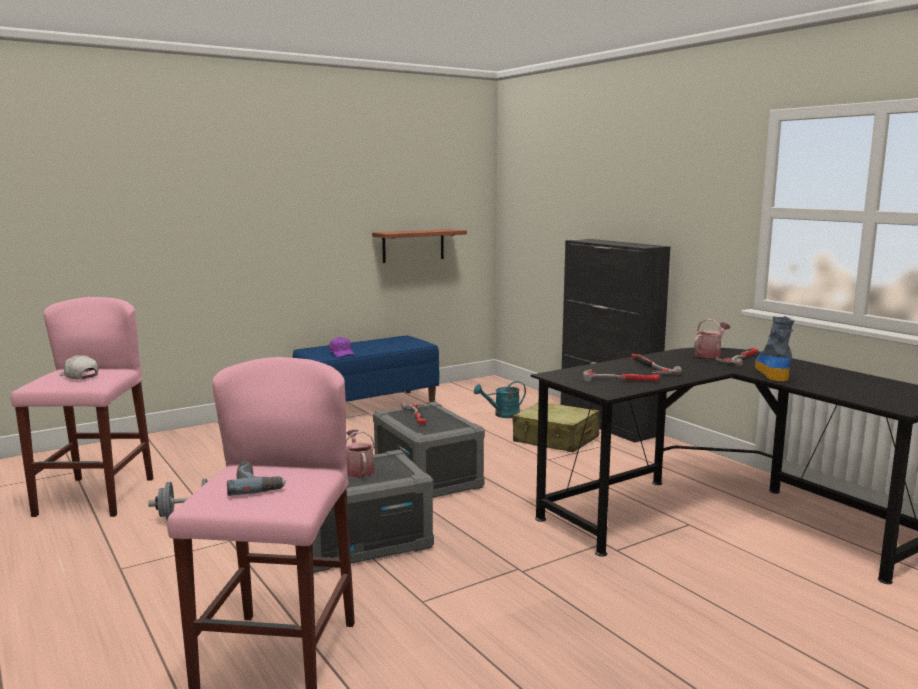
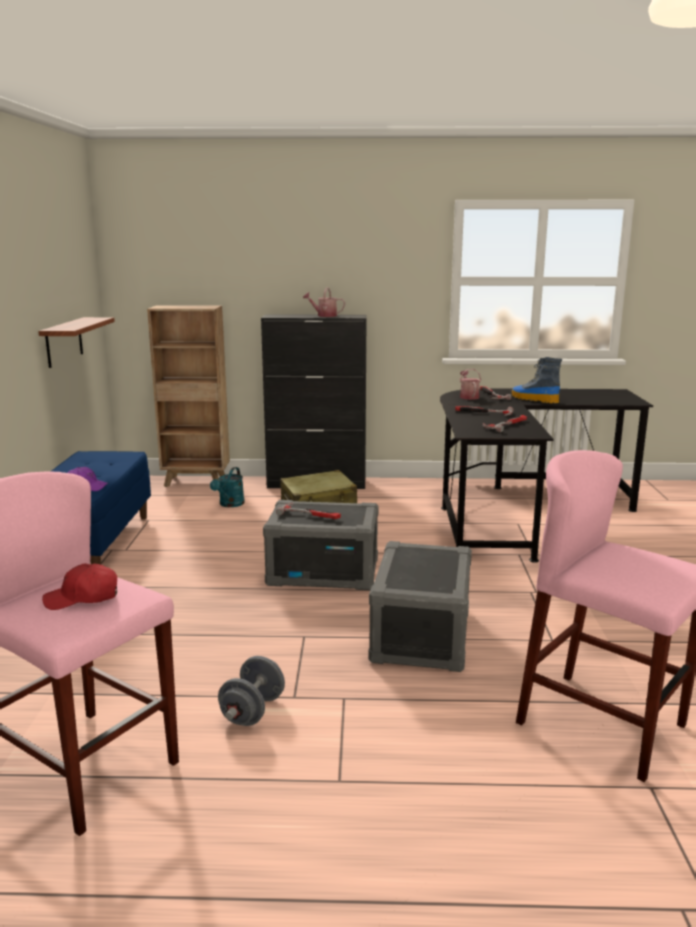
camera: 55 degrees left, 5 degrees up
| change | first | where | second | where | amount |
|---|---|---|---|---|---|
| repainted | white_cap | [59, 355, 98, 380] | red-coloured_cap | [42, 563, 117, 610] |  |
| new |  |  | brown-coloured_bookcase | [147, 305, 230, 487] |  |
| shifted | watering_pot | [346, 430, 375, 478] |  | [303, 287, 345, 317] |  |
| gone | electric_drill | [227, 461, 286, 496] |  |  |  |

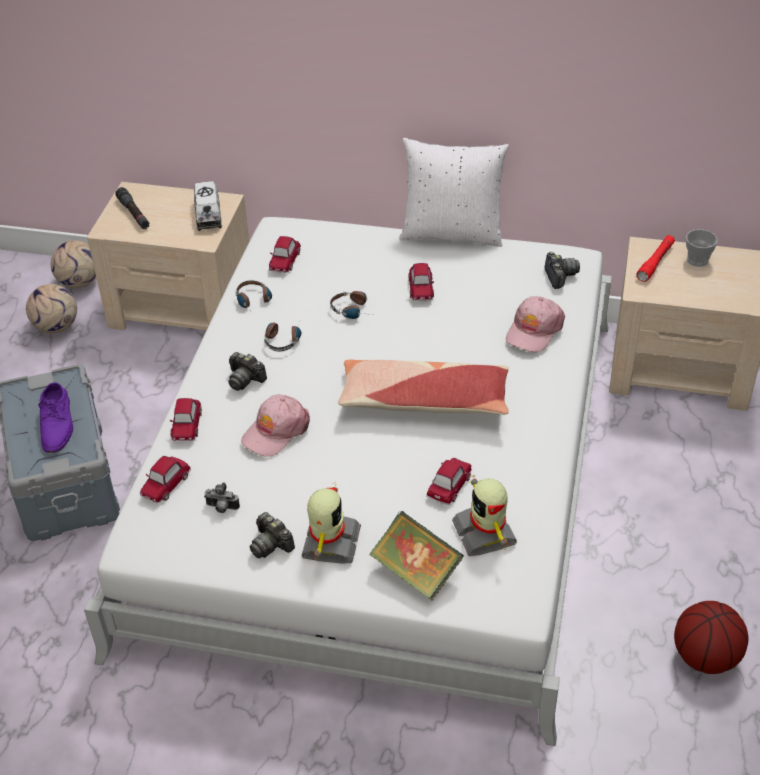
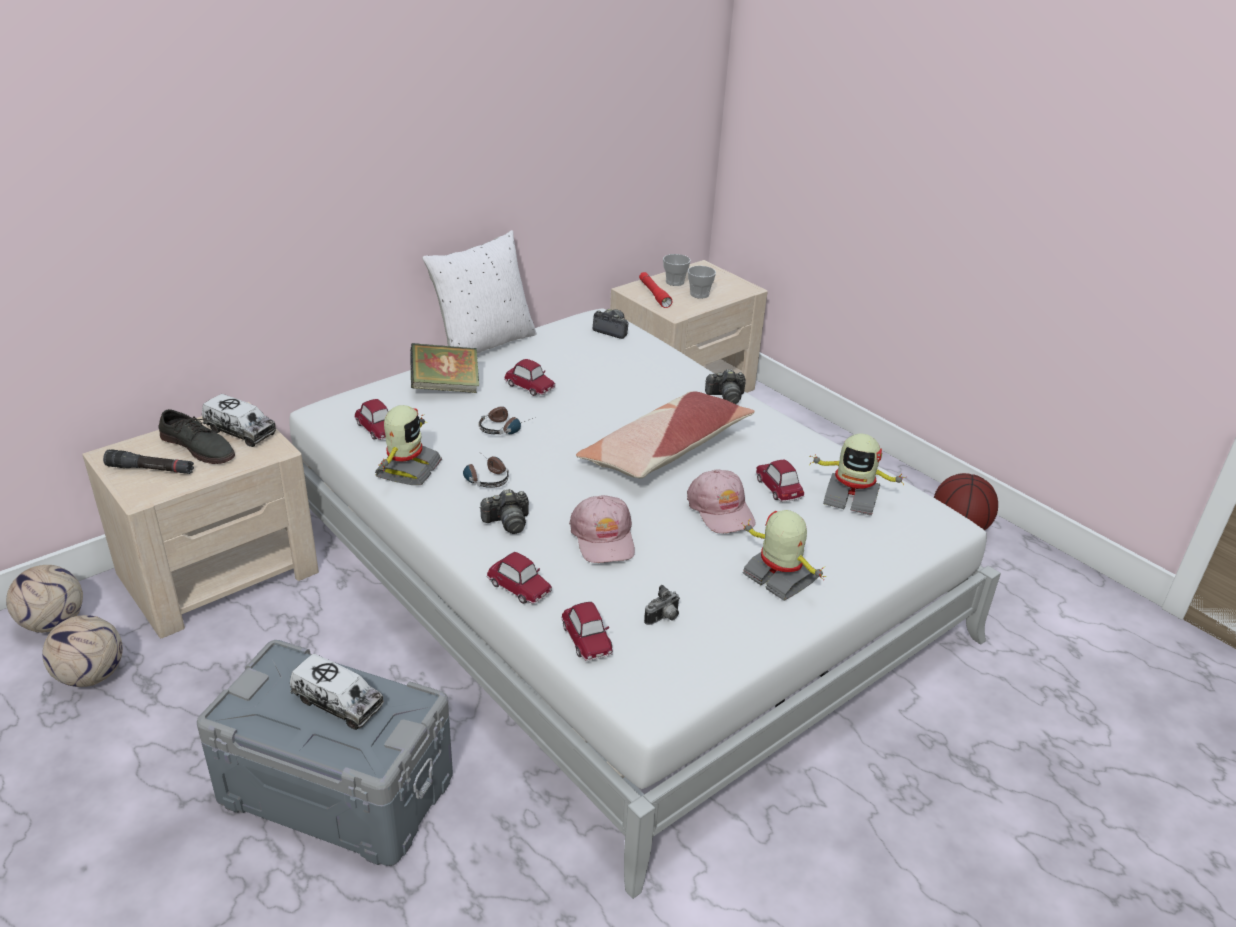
camera: 55 degrees left, 10 degrees down
| change | first | where | second | where | amount |
|---|---|---|---|---|---|
| new |  |  | gray_item_of_footwear | [159, 409, 235, 464] |  |
| swapped | purple_item_of_footwear | [38, 382, 73, 453] | model_truck | [290, 654, 384, 730] |  |
| swapped | headset | [236, 280, 272, 308] | toy_robot | [375, 405, 442, 485] |  |
| shifted | volume | [369, 511, 464, 601] |  | [410, 343, 479, 393] |  |
| shifted | pinkish_cap | [506, 296, 565, 352] |  | [687, 469, 756, 534] |  |
| new |  |  | small_cup | [688, 266, 716, 299] |  |
| shifted | photo_camera | [249, 512, 295, 559] |  | [705, 369, 746, 404] |  |

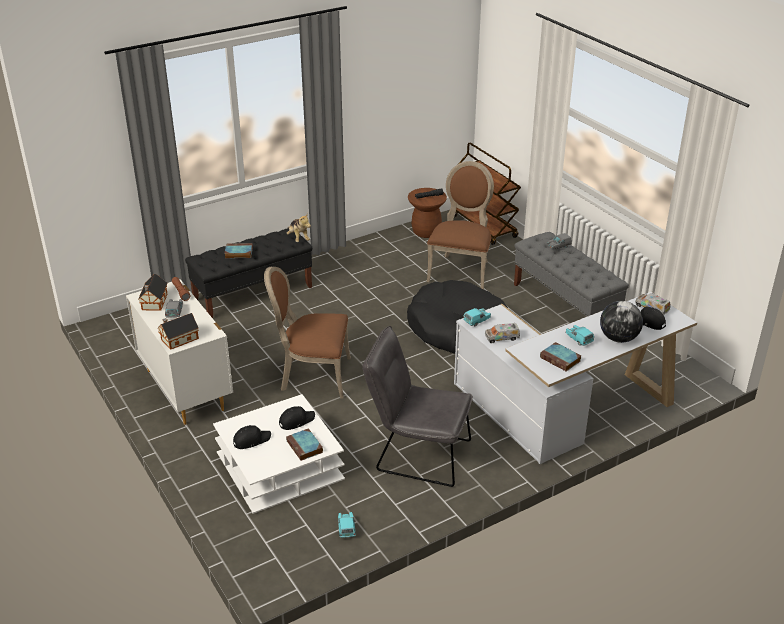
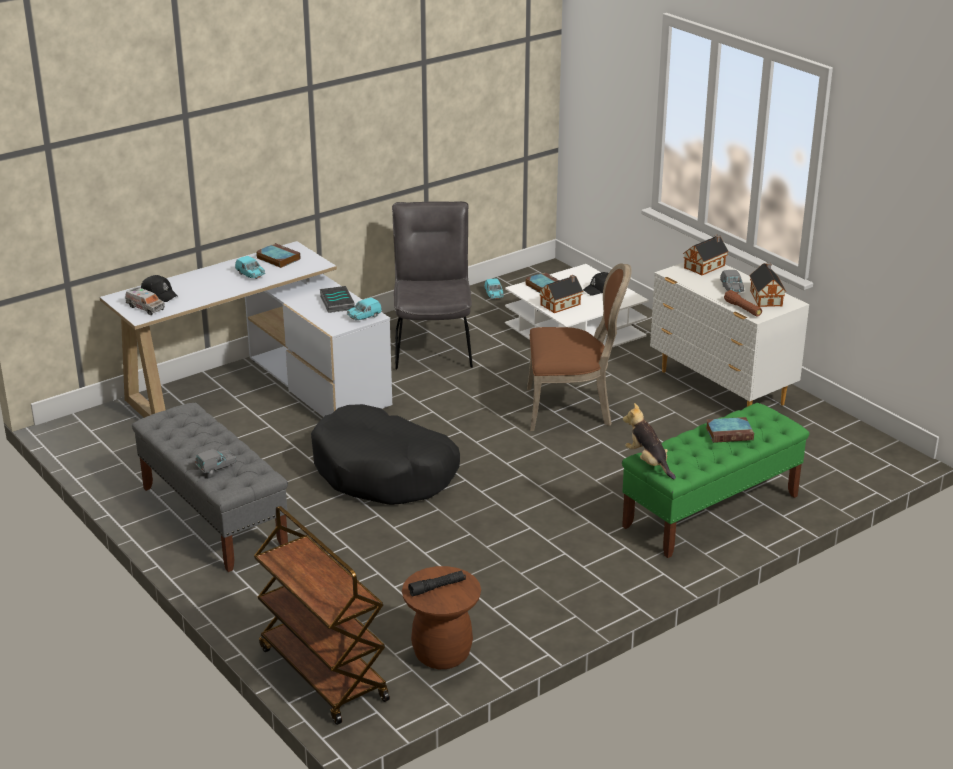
camera: 175 degrees right, 5 degrees down
| change | first | where | second | where | amount |
|---|---|---|---|---|---|
| swapped | model_truck | [485, 323, 520, 343] | volume | [320, 286, 355, 313] |  |
| rotated | gray_upright_chair | [362, 326, 473, 487] |  | [392, 201, 473, 369] | 105 degrees counterclockwise |
| swapped | black_cap | [279, 406, 315, 430] | miniature_house | [540, 275, 583, 313] |  |
| repainted | black_long_seat | [185, 229, 312, 318] | greenish_long_seat | [622, 403, 809, 558] |  |
| gone | brown-coloured_upright_chair | [427, 161, 494, 289] |  |  |  |
| gone | desk_globe | [600, 301, 643, 343] |  |  |  |

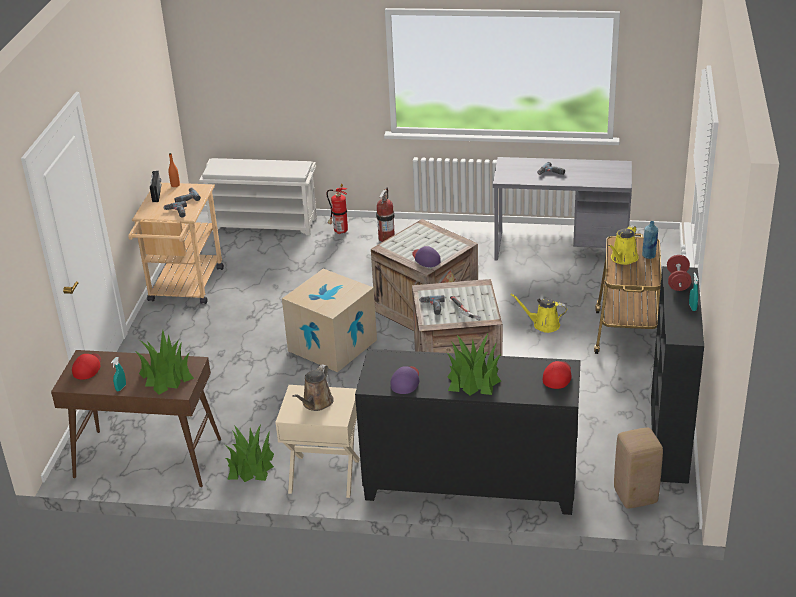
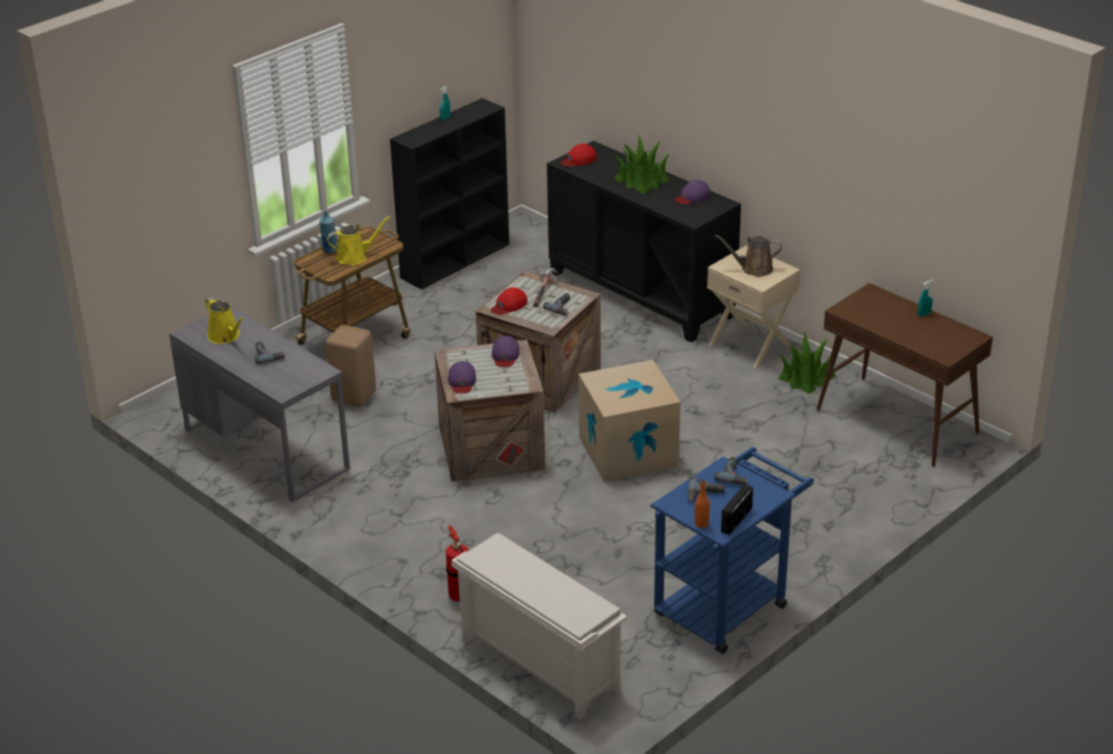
camera: 145 degrees left, 0 degrees up
| change | first | where | second | where | amount |
|---|---|---|---|---|---|
| shifted | yellowish_watering_pot | [511, 294, 567, 333] |  | [205, 298, 244, 344] |  |
| shifted | beige_stool | [614, 427, 663, 509] |  | [326, 325, 376, 407] |  |
| new |  |  | purple_cap | [448, 361, 476, 393] |  |
| shifted | red-coloured_cap | [72, 354, 101, 380] |  | [491, 287, 527, 315] |  |
| repainted | beige_trolley | [128, 183, 224, 304] | blue_trolley | [650, 447, 814, 654] |  |
| rotated | brown-coloured_watering_pot | [292, 364, 334, 411] |  | [715, 235, 782, 276] | 150 degrees counterclockwise |
| gone | potted_plant | [134, 331, 194, 395] |  |  |  |
| gone | extinguisher | [376, 187, 395, 242] |  |  |  |
| gone | red-coloured_dumbbell | [667, 255, 691, 291] |  |  |  |

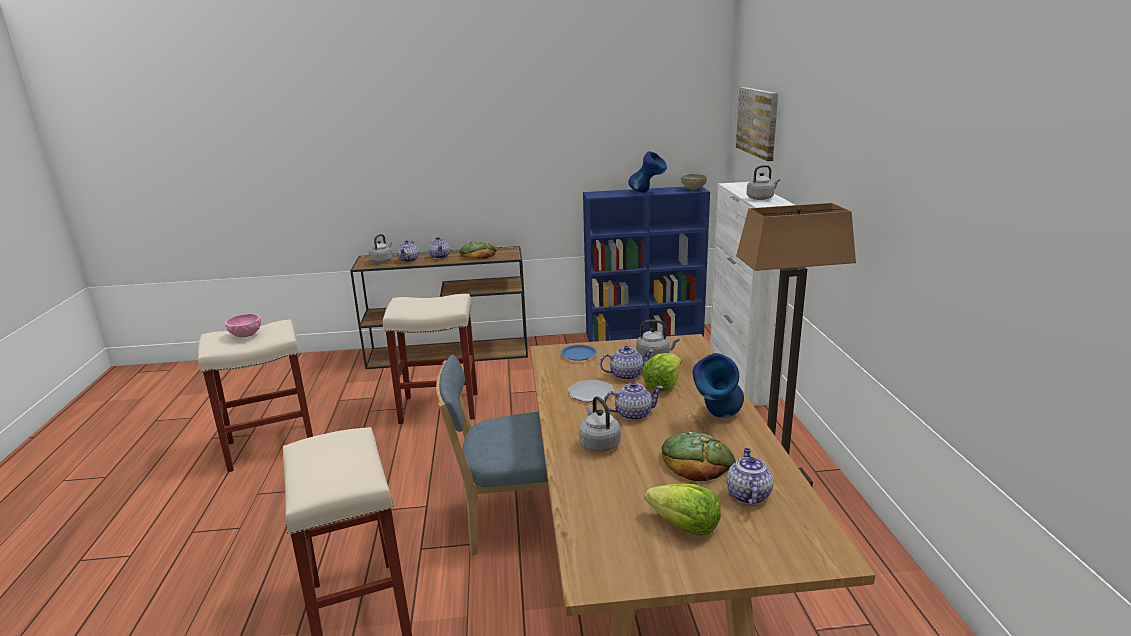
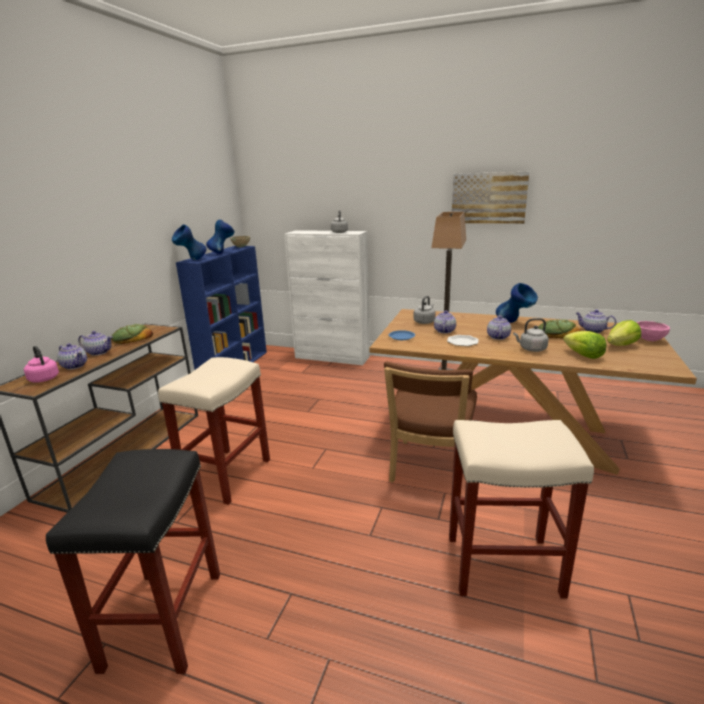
camera: 65 degrees left, 0 degrees up
| change | first | where | second | where | amount |
|---|---|---|---|---|---|
| repainted | gray_water_kettle | [369, 234, 392, 263] | pinkish_water_kettle | [24, 346, 59, 383] |  |
| repainted | beige_stool | [198, 319, 313, 472] | black_stool | [46, 449, 220, 674] |  |
| new |  |  | blue_vase | [172, 225, 206, 260] |  |
| repainted | blue_upright_chair | [436, 354, 549, 556] | brown-coloured_upright_chair | [384, 361, 477, 483] |  |
| shifted | picture | [736, 87, 778, 161] |  | [452, 172, 530, 224] |  |
| shifted | head_of_lettuce | [642, 353, 681, 392] |  | [563, 331, 607, 359] |  |
| shifted | pinkish_deep_dish | [225, 313, 261, 337] |  | [637, 321, 670, 341] |  |

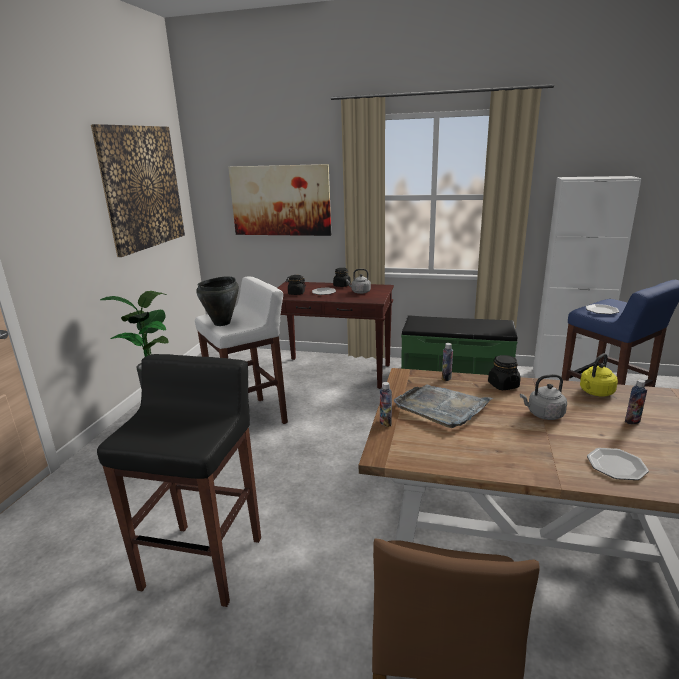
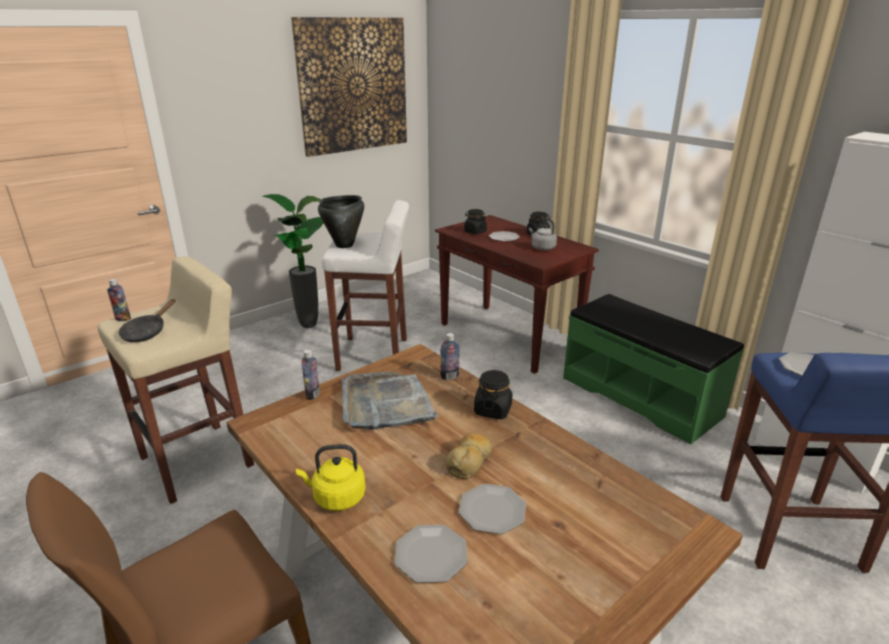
camera: 35 degrees right, 5 degrees up
| change | first | where | second | where | amount |
|---|---|---|---|---|---|
| repainted | black_stool | [97, 354, 261, 607] | beige_stool | [97, 257, 254, 504] |  |
| shifted | beverage_bottle | [625, 379, 647, 424] |  | [107, 279, 131, 321] |  |
| new |  |  | black_skillet | [118, 299, 175, 342] |  |
| shifted | yellowish_water_kettle | [580, 353, 618, 396] |  | [296, 444, 366, 511] |  |
| swapped | gray_water_kettle | [520, 374, 567, 420] | bread | [446, 433, 492, 479] |  |
| new |  |  | plate | [459, 484, 526, 534] |  |
| gone | picture | [228, 164, 331, 236] |  |  |  |

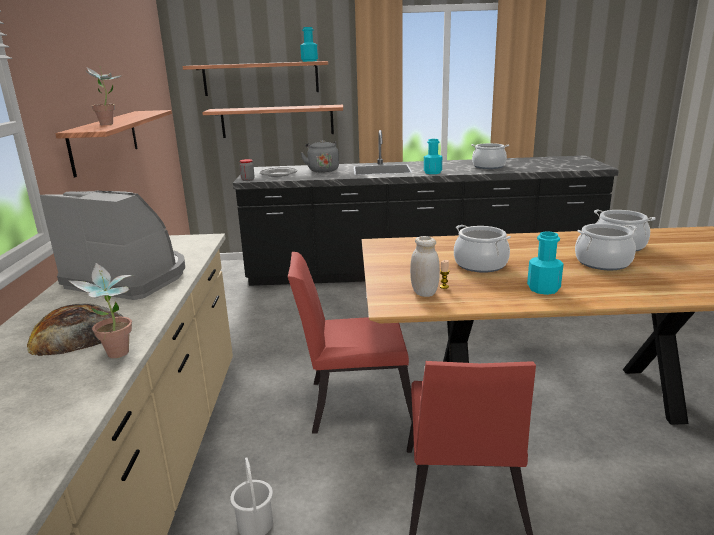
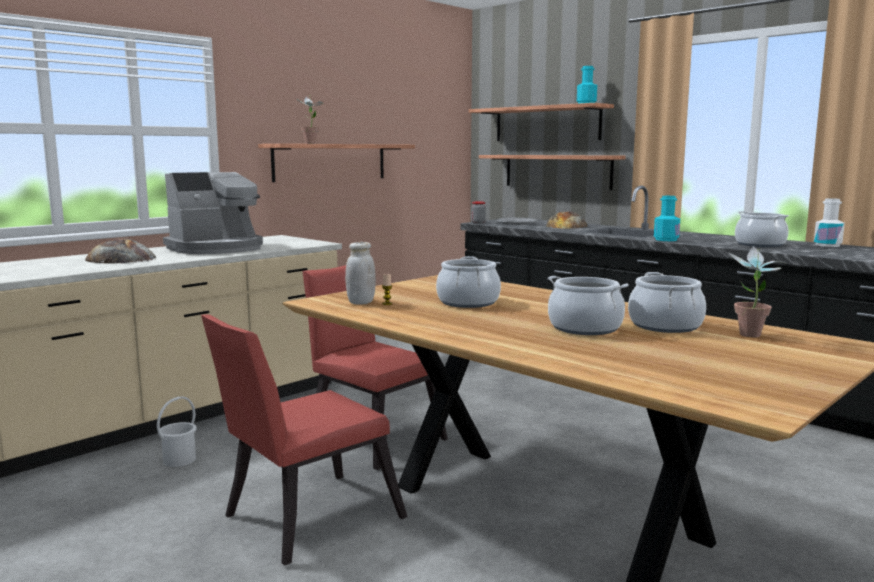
camera: 45 degrees right, 10 degrees down
| change | first | where | second | where | amount |
|---|---|---|---|---|---|
| rotated | coffee_machine | [40, 191, 185, 300] |  | [163, 172, 263, 254] | 75 degrees clockwise |
| swapped | gray_water_kettle | [301, 140, 339, 173] | bread | [546, 212, 588, 229] |  |
| shifted | potted_plant | [68, 263, 133, 358] |  | [728, 246, 787, 338] |  |
| new |  |  | white_beverage_bottle | [814, 198, 845, 247] |  |
| gone | turquoise_beverage_bottle | [527, 231, 563, 295] |  |  |  |

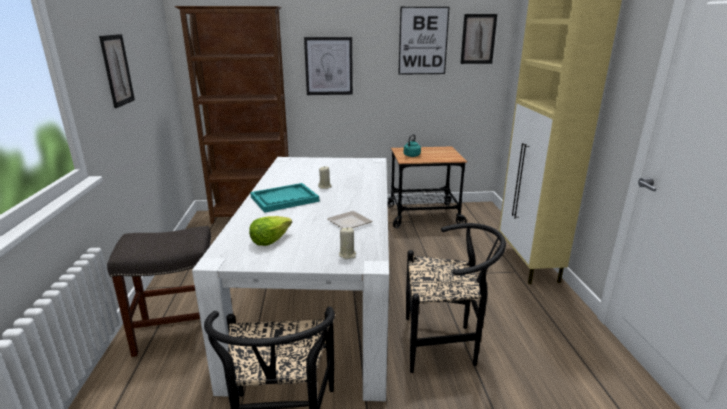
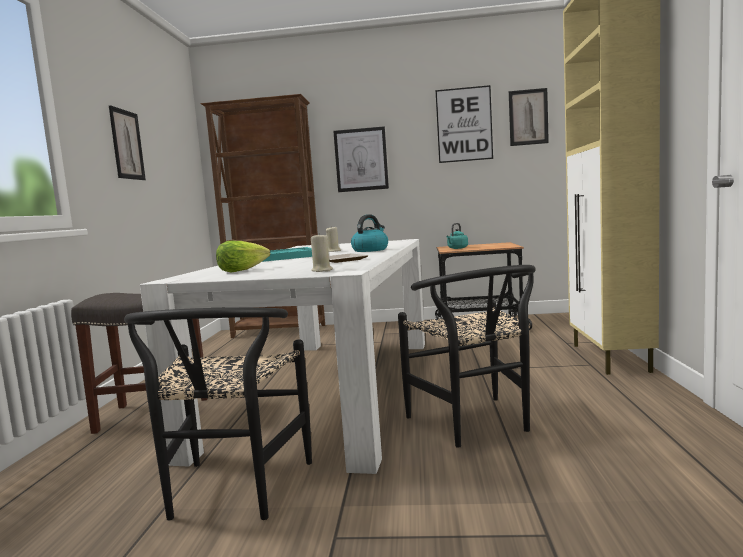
camera: 10 degrees right, 15 degrees down
| change | first | where | second | where | amount |
|---|---|---|---|---|---|
| new |  |  | water_kettle | [351, 214, 388, 252] |  |
| rotated | black_upright_chair | [406, 223, 506, 373] |  | [398, 265, 536, 448] | 60 degrees clockwise |

